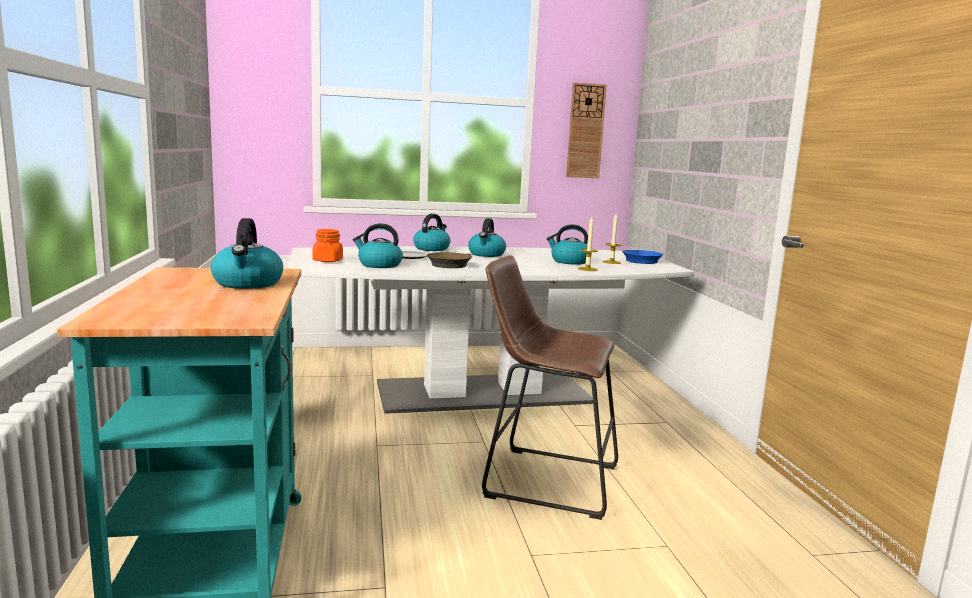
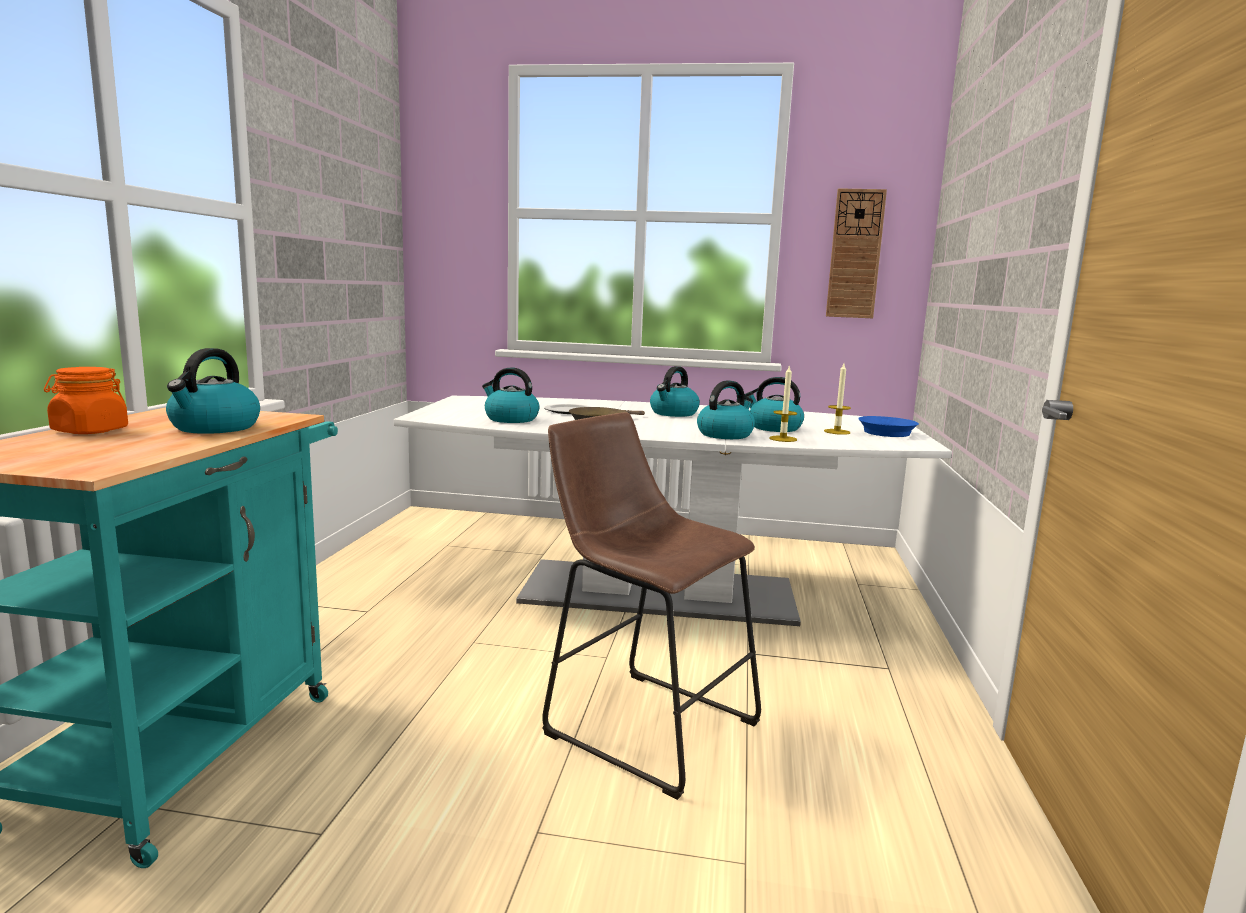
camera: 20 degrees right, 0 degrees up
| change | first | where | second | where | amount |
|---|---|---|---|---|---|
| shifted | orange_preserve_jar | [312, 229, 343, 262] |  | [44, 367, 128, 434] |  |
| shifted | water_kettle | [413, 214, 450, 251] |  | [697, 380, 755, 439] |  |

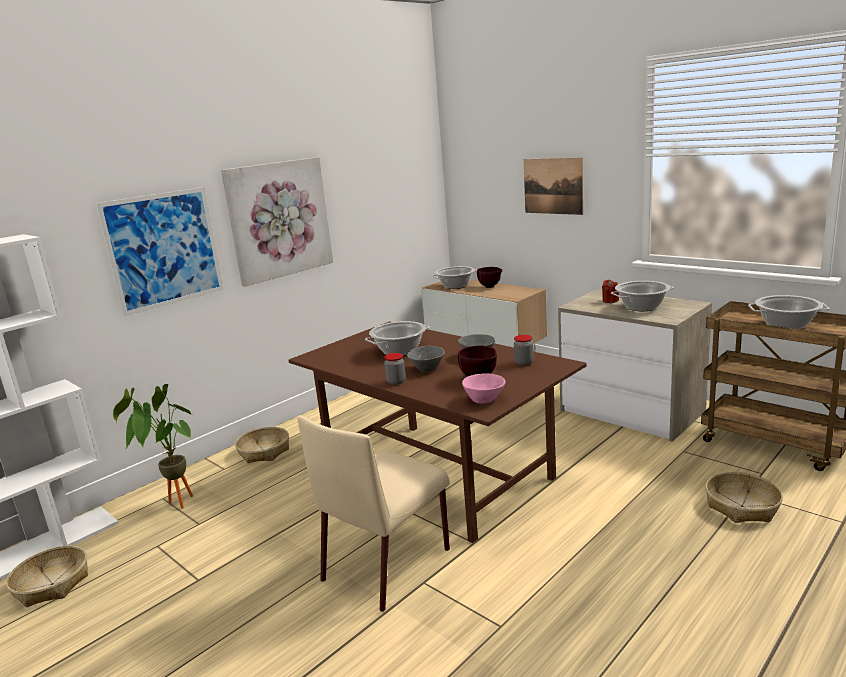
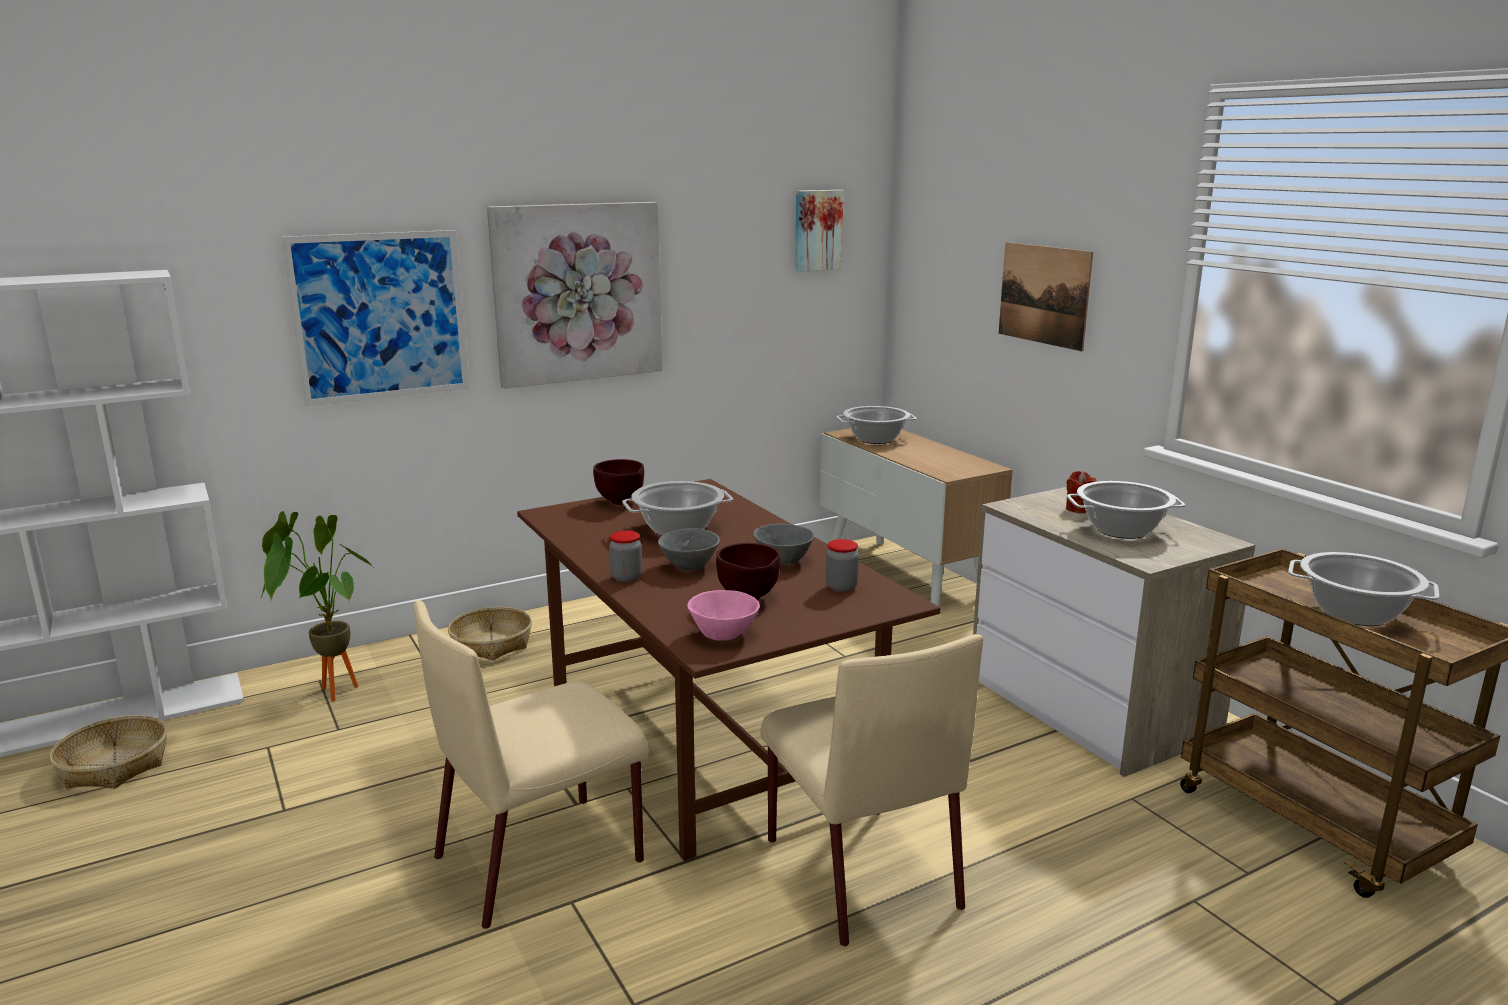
camera: 15 degrees right, 0 degrees up
| change | first | where | second | where | amount |
|---|---|---|---|---|---|
| shifted | brown-coloured_deep_dish | [477, 267, 502, 288] |  | [593, 459, 644, 505] |  |
| new |  |  | beige_upright_chair | [760, 634, 983, 947] |  |
| new |  |  | picture | [795, 190, 844, 272] |  |
| gone | household_basket | [705, 472, 783, 523] |  |  |  |

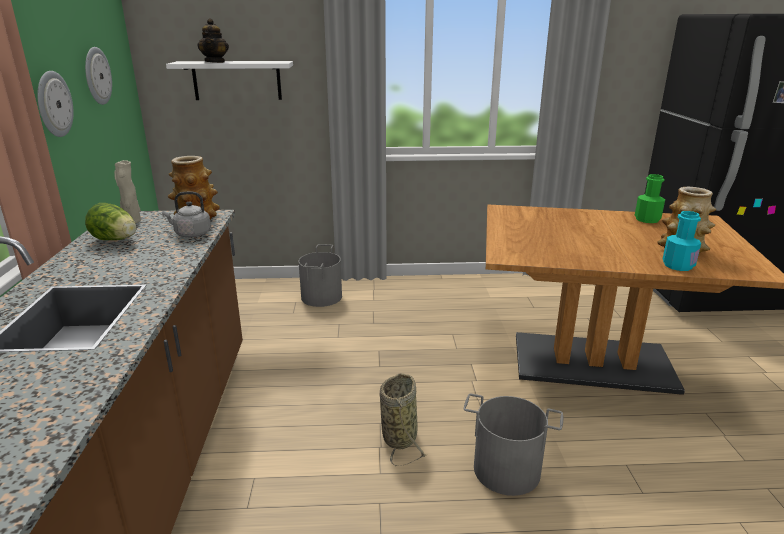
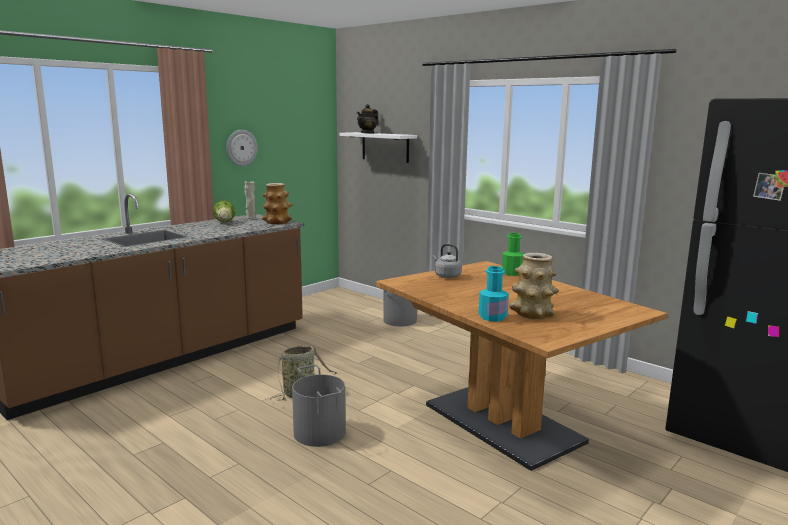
camera: 45 degrees right, 10 degrees down
| change | first | where | second | where | amount |
|---|---|---|---|---|---|
| shifted | gray_water_kettle | [162, 191, 211, 237] |  | [432, 244, 462, 278] |  |
| shifted | greenish_beverage_bottle | [635, 174, 665, 223] |  | [502, 233, 524, 276] |  |
| gone | clock_on_the_wall | [85, 47, 112, 105] |  |  |  |

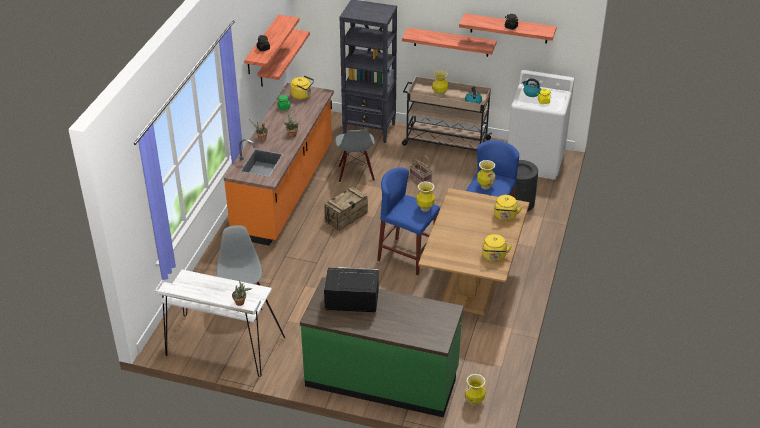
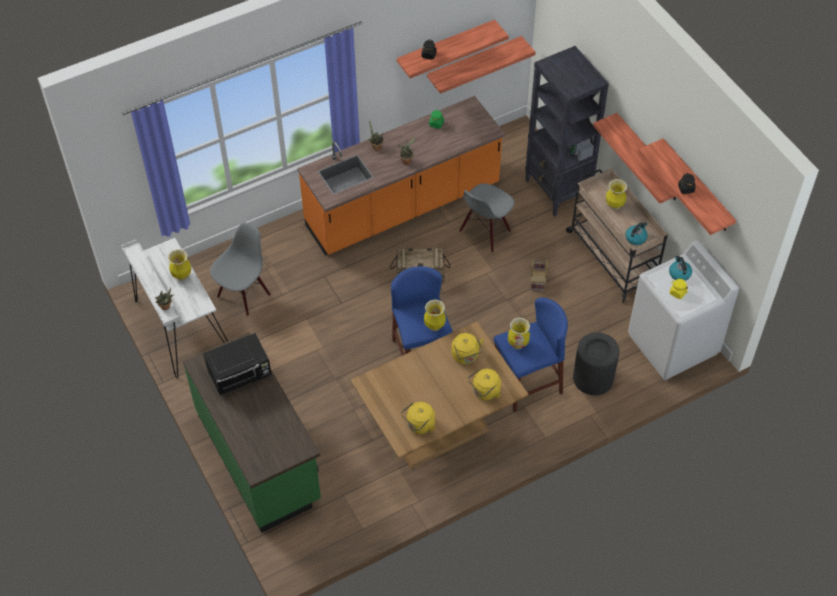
camera: 45 degrees right, 15 degrees up
| change | first | where | second | where | amount |
|---|---|---|---|---|---|
| shifted | vase | [465, 374, 486, 406] |  | [168, 249, 191, 281] |  |
| rotated | black_microwave_oven | [324, 267, 379, 312] |  | [203, 333, 272, 396] | 105 degrees clockwise |
| shifted | yellowish_water_kettle | [290, 76, 314, 100] |  | [451, 333, 484, 364] |  |

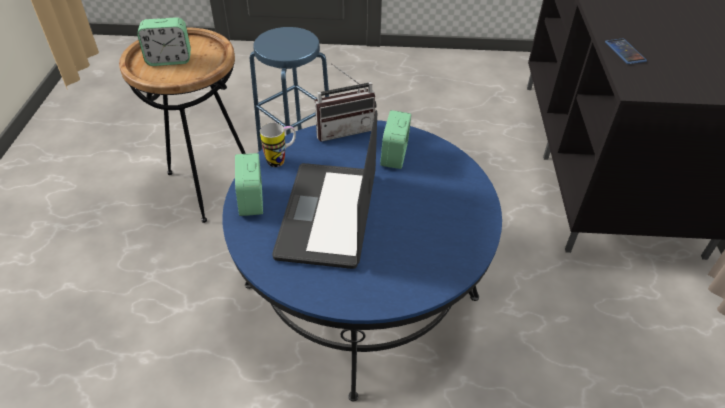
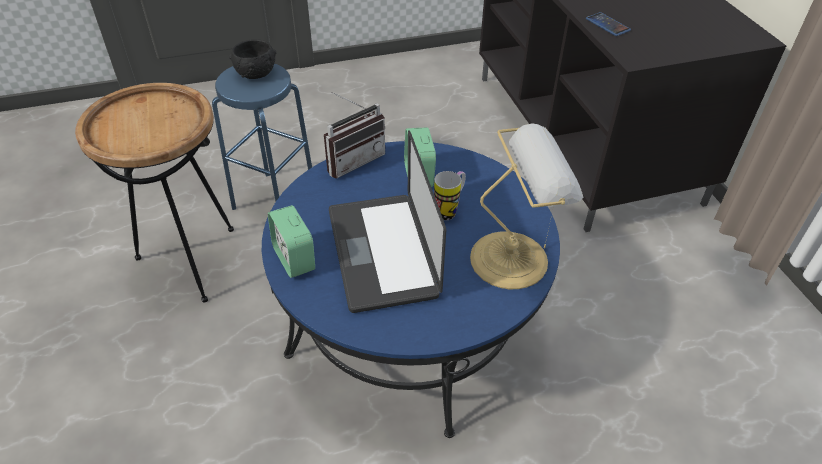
camera: 20 degrees left, 0 degrees up
| change | first | where | second | where | amount |
|---|---|---|---|---|---|
| new |  |  | black_deep_dish | [229, 39, 276, 79] |  |
| shifted | coffee_mug | [260, 122, 296, 167] |  | [434, 171, 466, 220] |  |
| new |  |  | table_lamp | [470, 123, 583, 289] |  |
| gone | table_clock | [137, 17, 191, 66] |  |  |  |

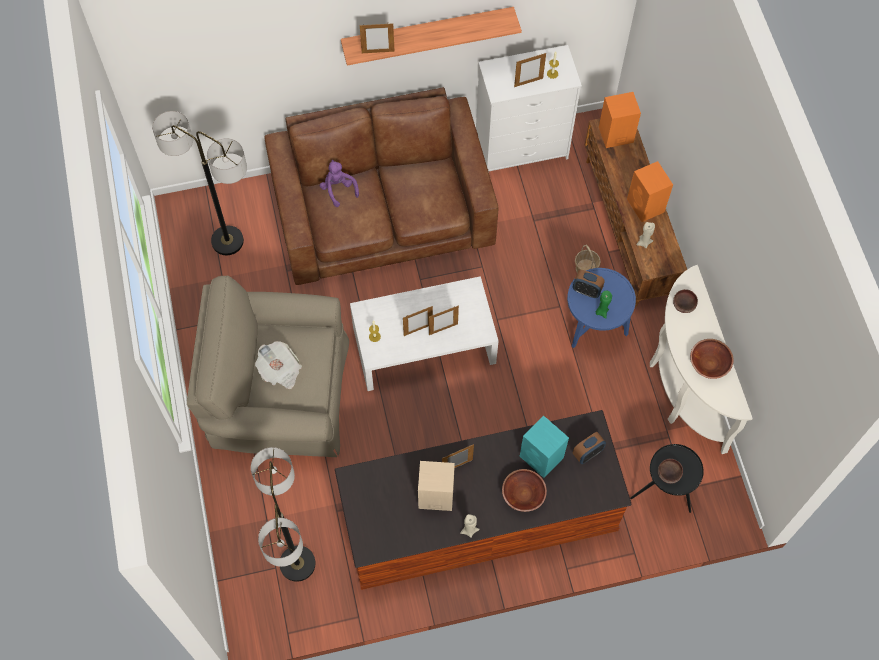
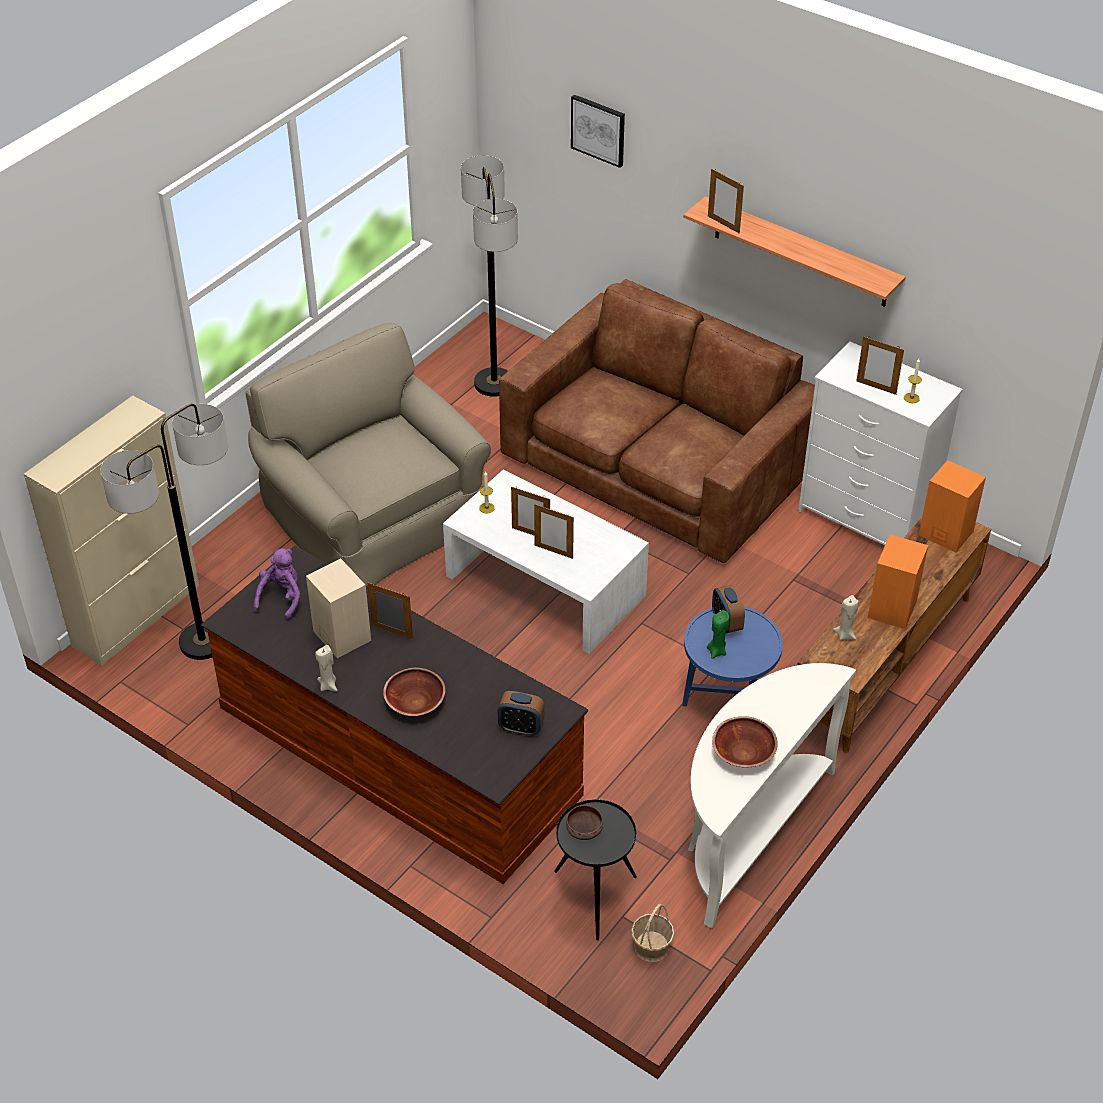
camera: 50 degrees right, 20 degrees down
| change | first | where | second | where | amount |
|---|---|---|---|---|---|
| new |  |  | beige_storage_cabinet | [24, 396, 199, 666] |  |
| shifted | purple_cuddly_toy | [320, 160, 359, 207] |  | [253, 548, 301, 621] |  |
| new |  |  | picture | [571, 94, 625, 168] |  |
| shifted | household_basket | [575, 244, 601, 273] |  | [631, 904, 675, 962] |  |
| gone | printed_paper | [255, 341, 302, 389] |  |  |  |
| gone | turquoise_audio_speaker | [520, 416, 569, 478] |  |  |  |
| gone | brown-coloured_deep_dish | [673, 289, 698, 313] |  |  |  |

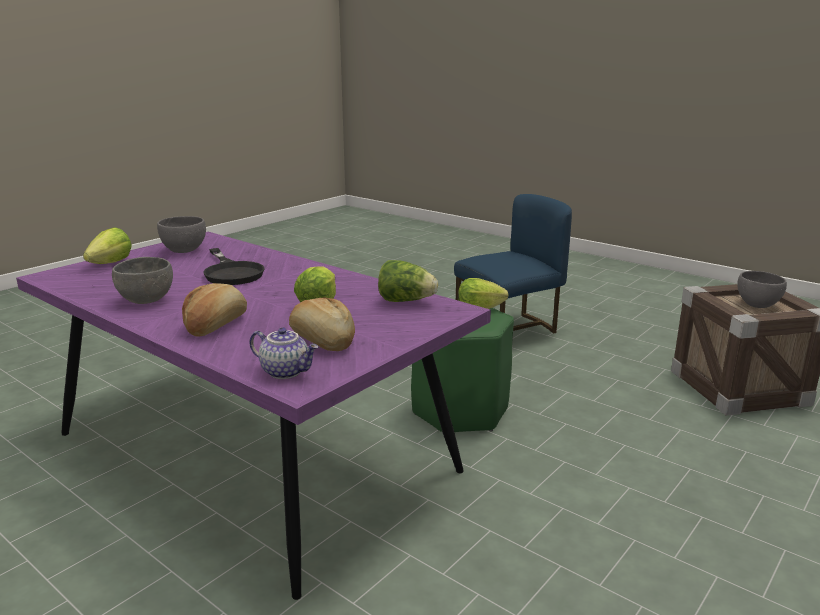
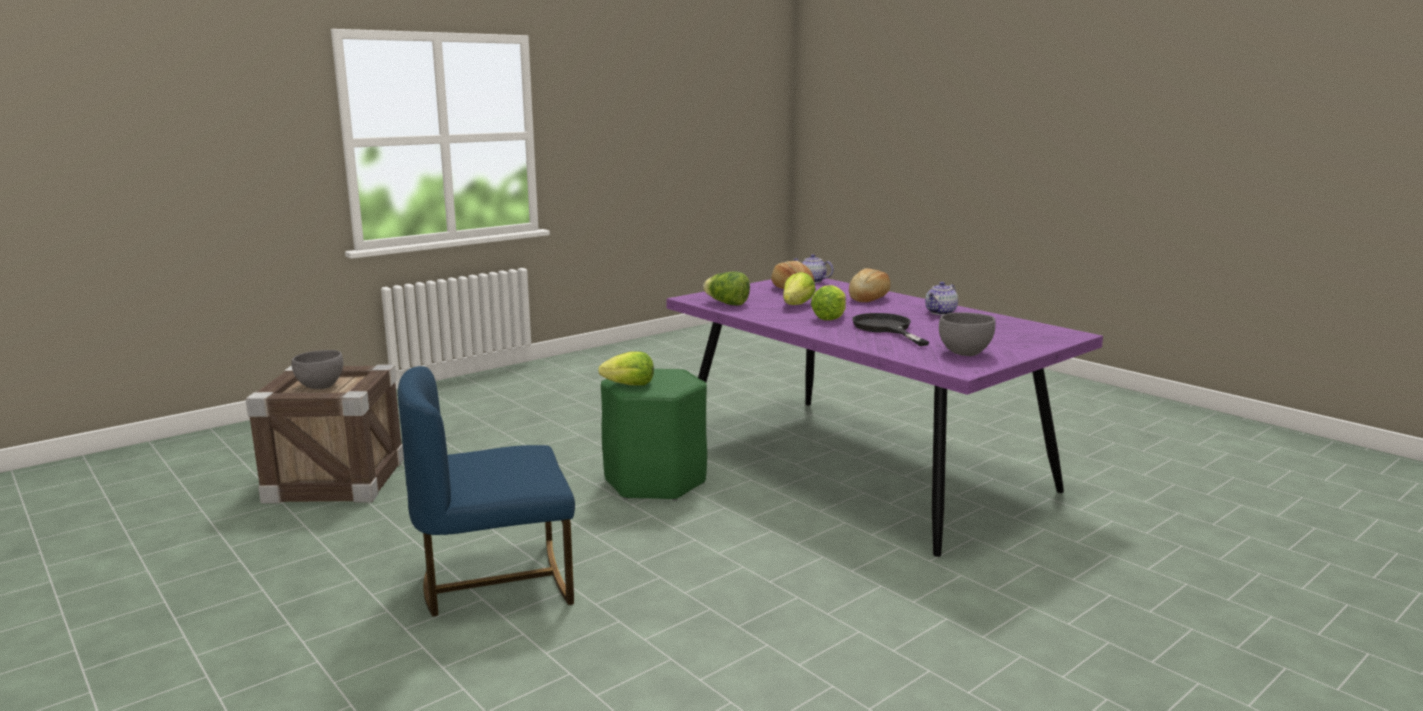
camera: 170 degrees left, 5 degrees down
| change | first | where | second | where | amount |
|---|---|---|---|---|---|
| shifted | head_of_lettuce | [83, 227, 132, 264] |  | [811, 285, 846, 320] |  |
| swapped | gray_deep_dish | [112, 257, 173, 304] | tea_pot | [925, 282, 958, 315] |  |

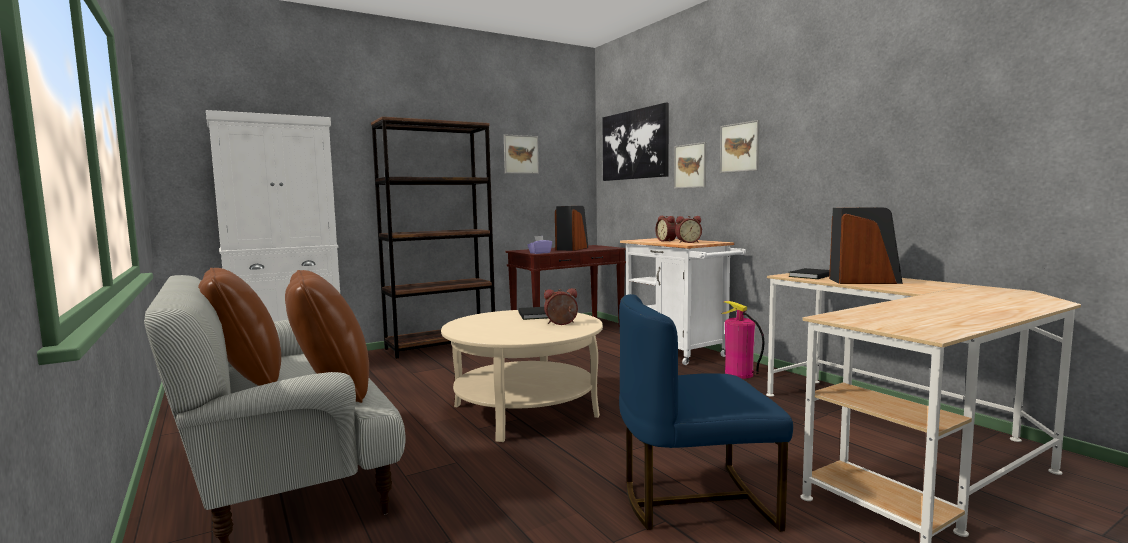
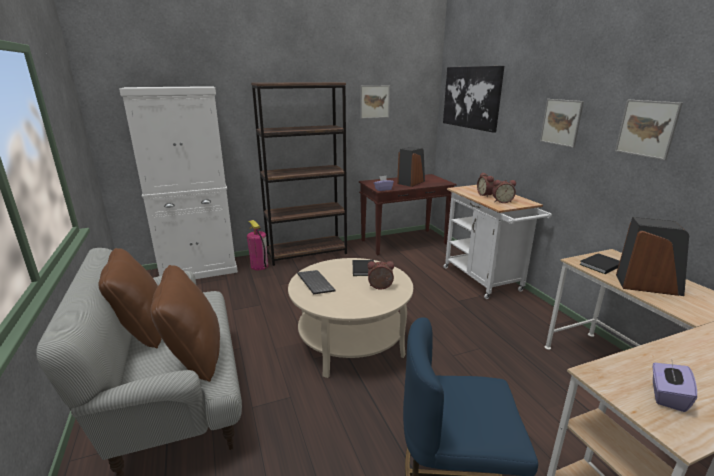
camera: 10 degrees right, 15 degrees up
| change | first | where | second | where | amount |
|---|---|---|---|---|---|
| shifted | extinguisher | [721, 301, 765, 379] |  | [247, 220, 268, 270] |  |
| new |  |  | PC_keyboard | [297, 270, 336, 294] |  |
| shifted | picture | [674, 142, 706, 189] |  | [615, 100, 683, 160] |  |
| new |  |  | purple_box_of_tissues | [653, 363, 697, 412] |  |

